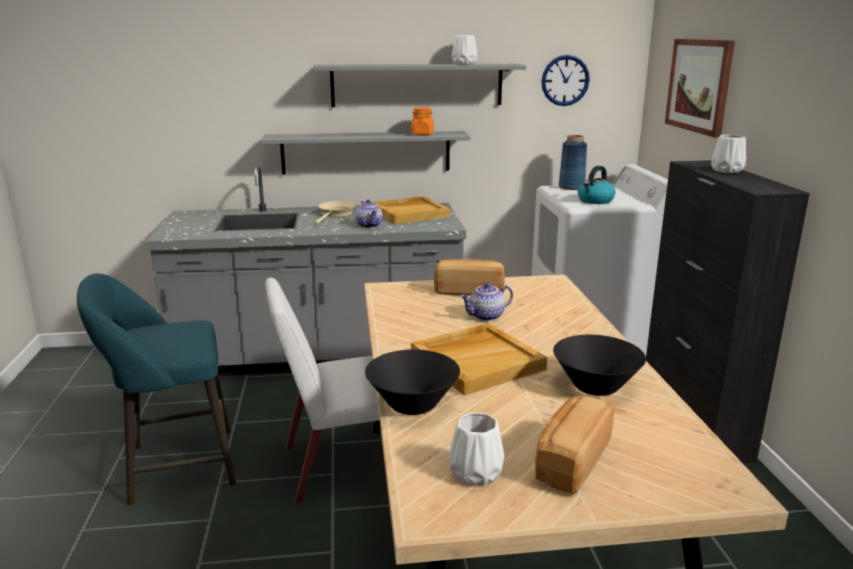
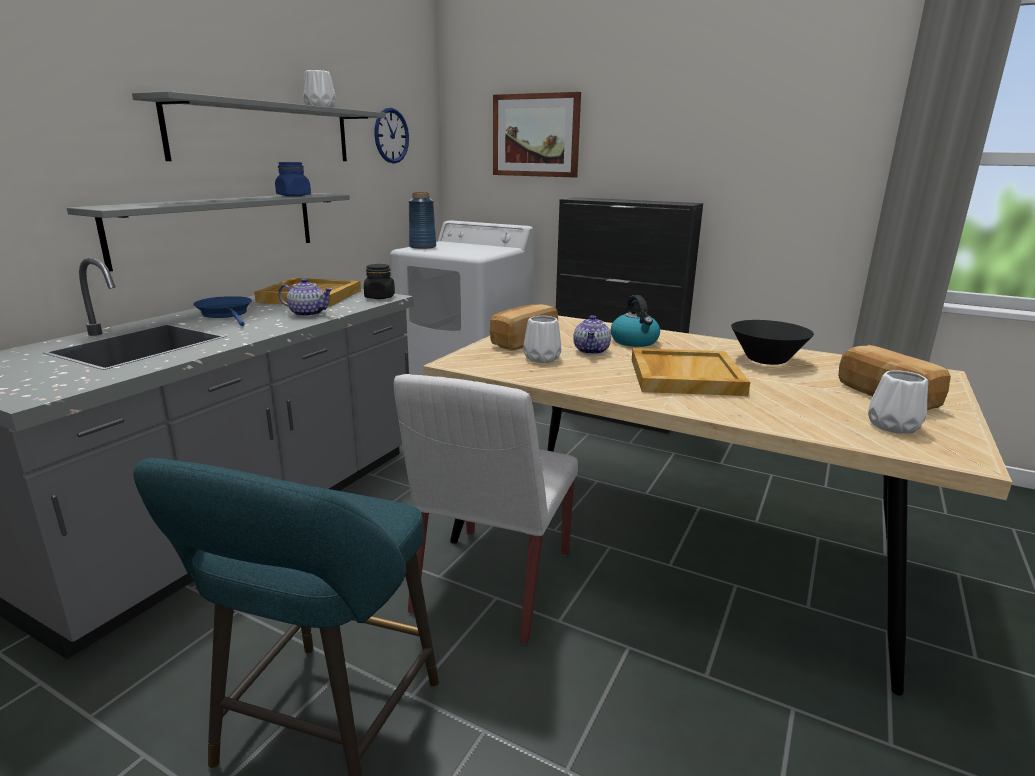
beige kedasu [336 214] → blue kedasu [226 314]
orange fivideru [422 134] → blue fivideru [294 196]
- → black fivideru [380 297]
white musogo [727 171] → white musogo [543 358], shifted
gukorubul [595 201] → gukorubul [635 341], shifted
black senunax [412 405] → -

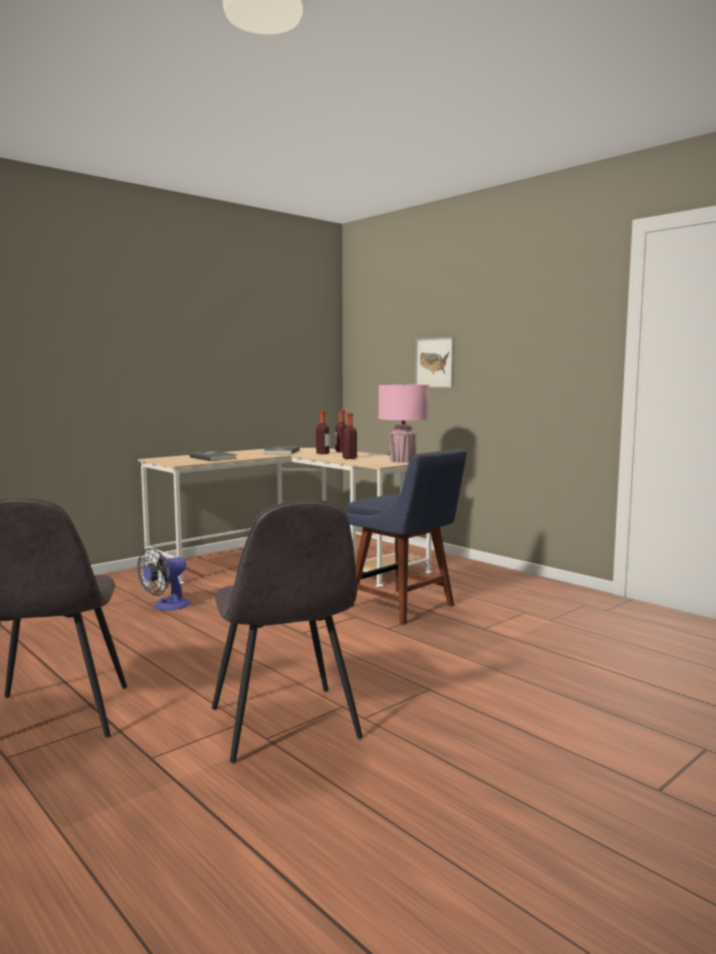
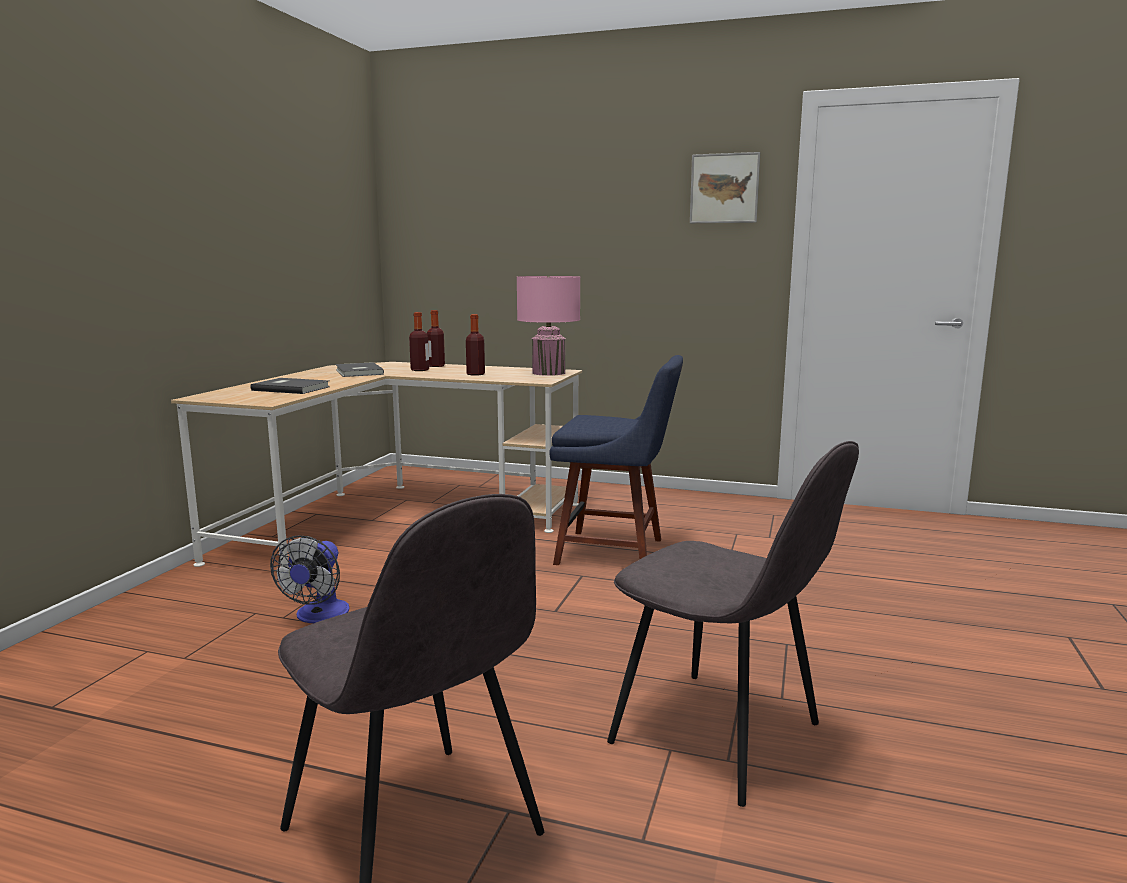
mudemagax [434 363] → mudemagax [724 188], shifted

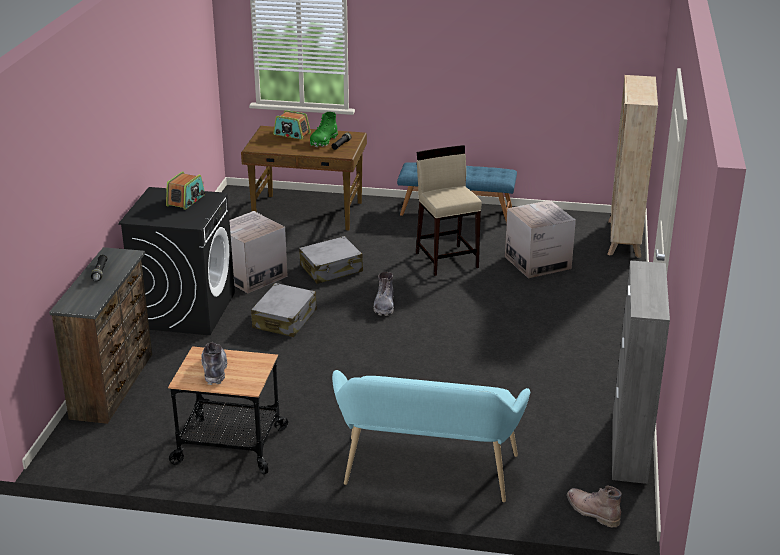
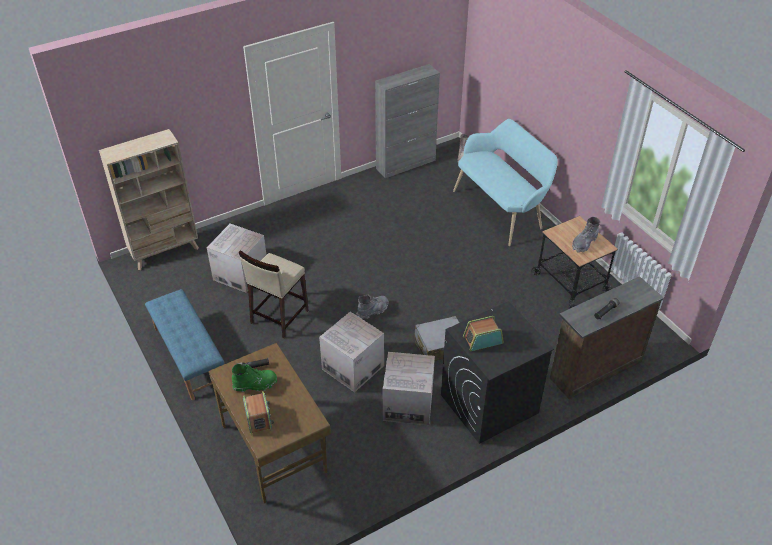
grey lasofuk [331 269] → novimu [353 367]

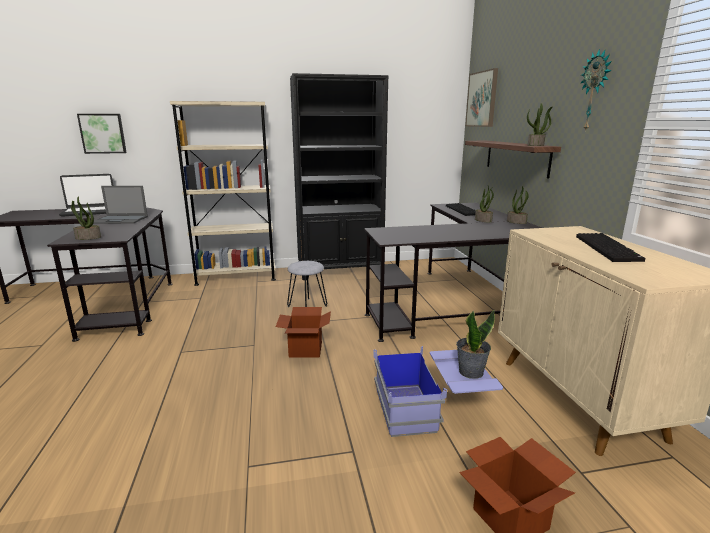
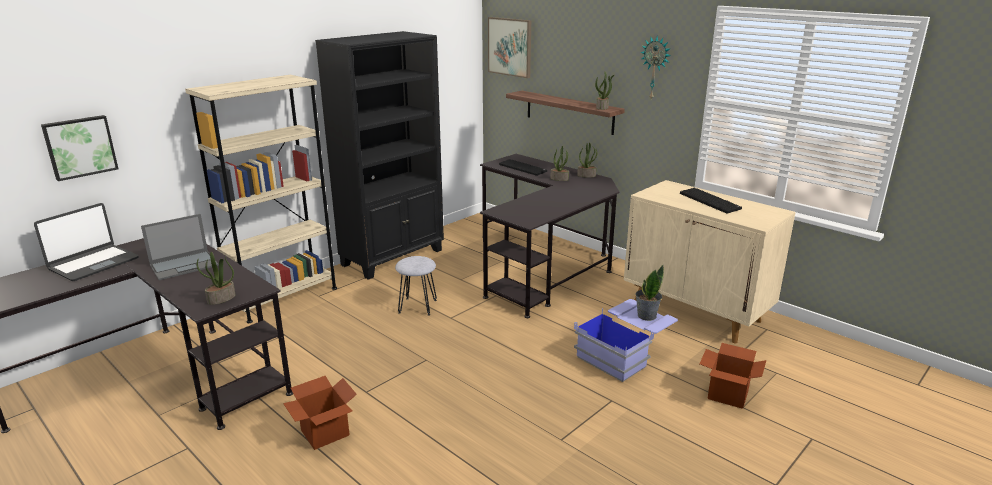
novimu [305 349] → novimu [325 432], shifted

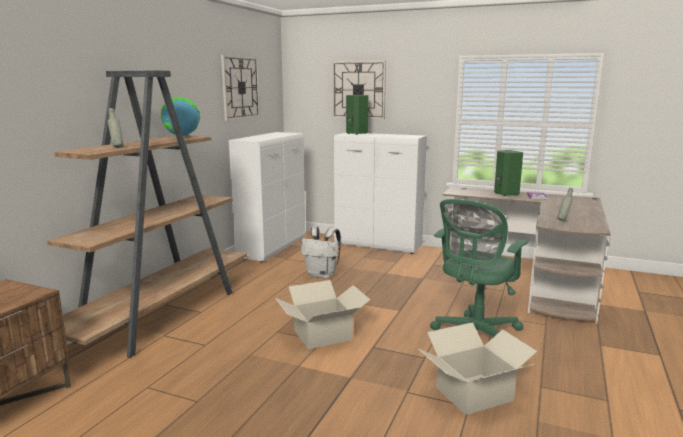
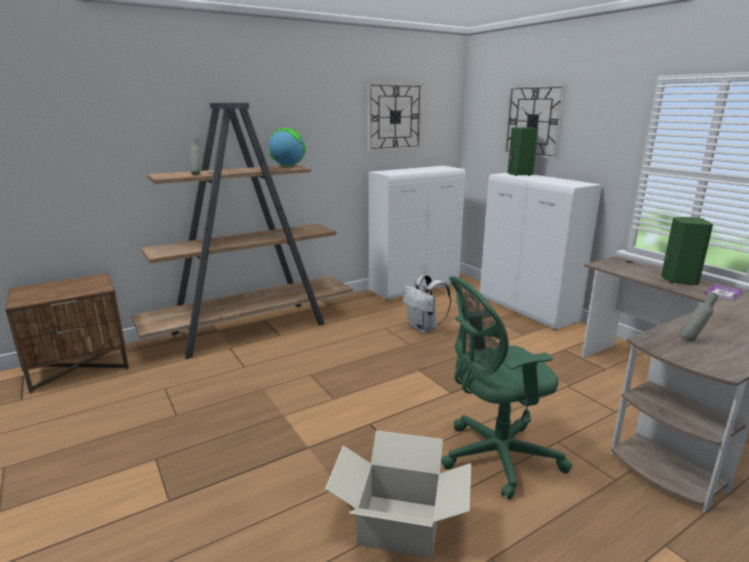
novimu [323 335] → -

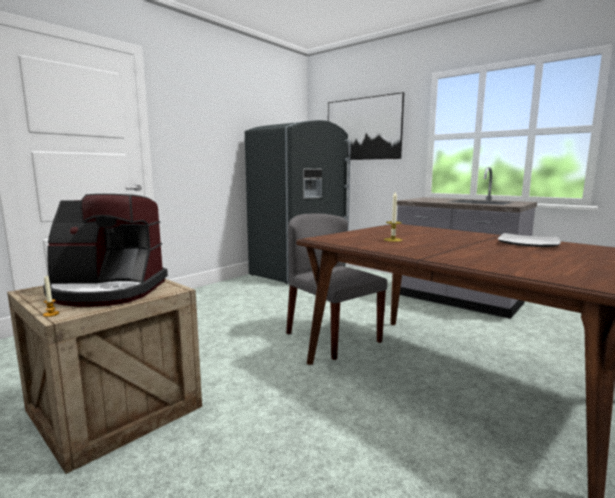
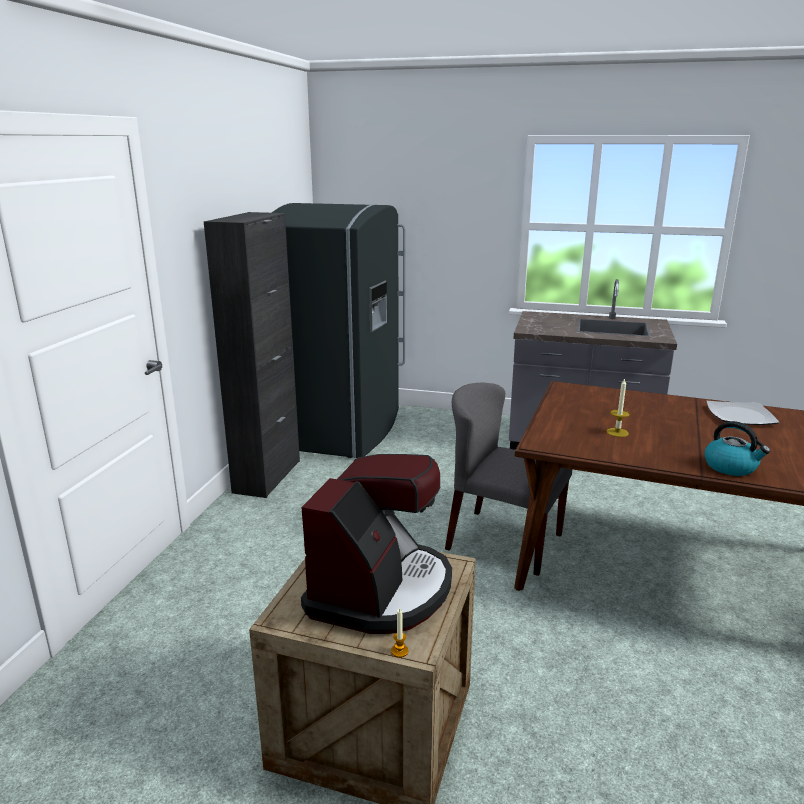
- → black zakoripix [267 476]
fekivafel [107 291] → fekivafel [381 590], 45 degrees counterclockwise
- → gukorubul [731 467]
mudemagax [363 129] → -

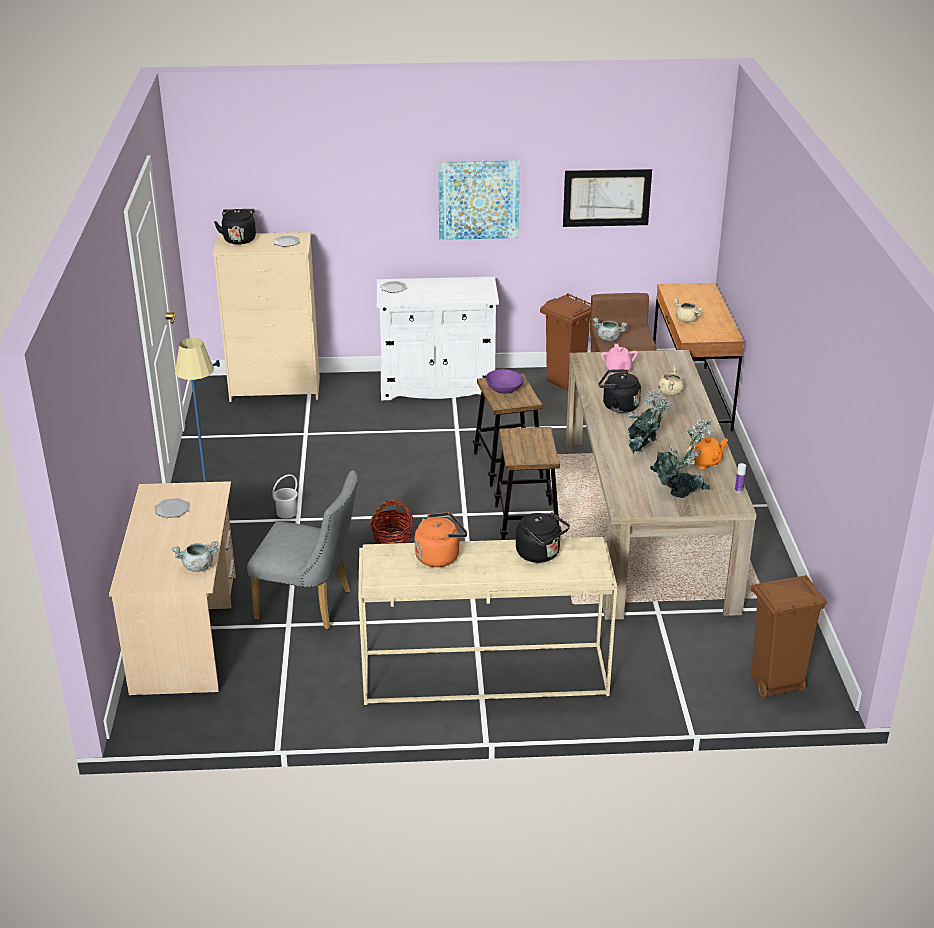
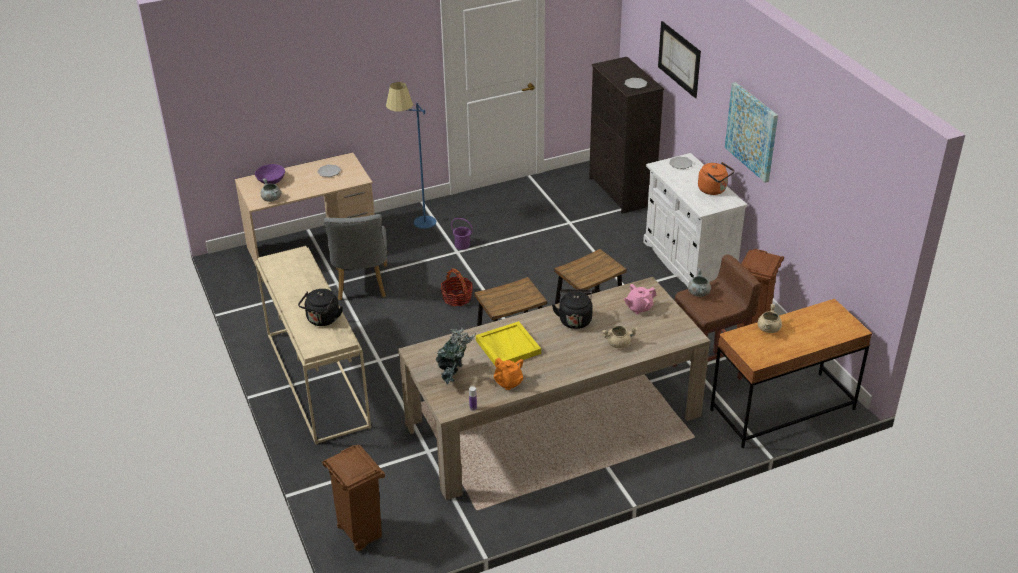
purple senunax [503 390] → purple senunax [271 181], shifted
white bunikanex [286 512] → purple bunikanex [462 245]
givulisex [644 451] → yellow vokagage [507 347]
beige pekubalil [276 390] → black pekubalil [621 192]
mudemagax [606 197] → mudemagax [679 59], shifted
orange gukorubul [440 556] → orange gukorubul [714 190], shifted
black gukorubul [239 239] → -

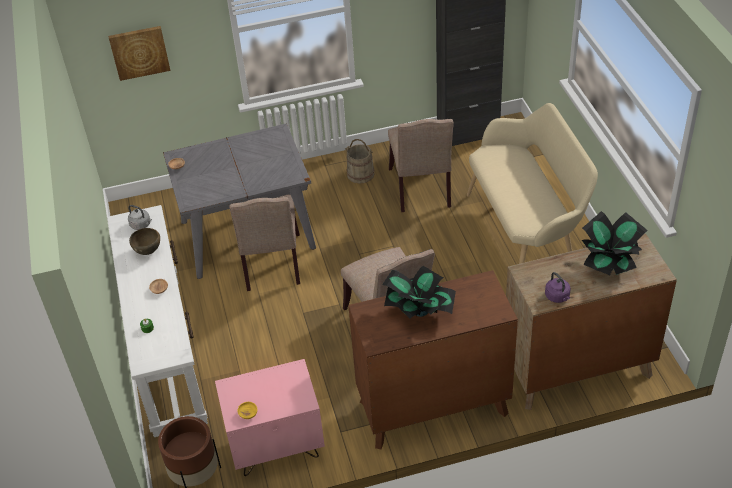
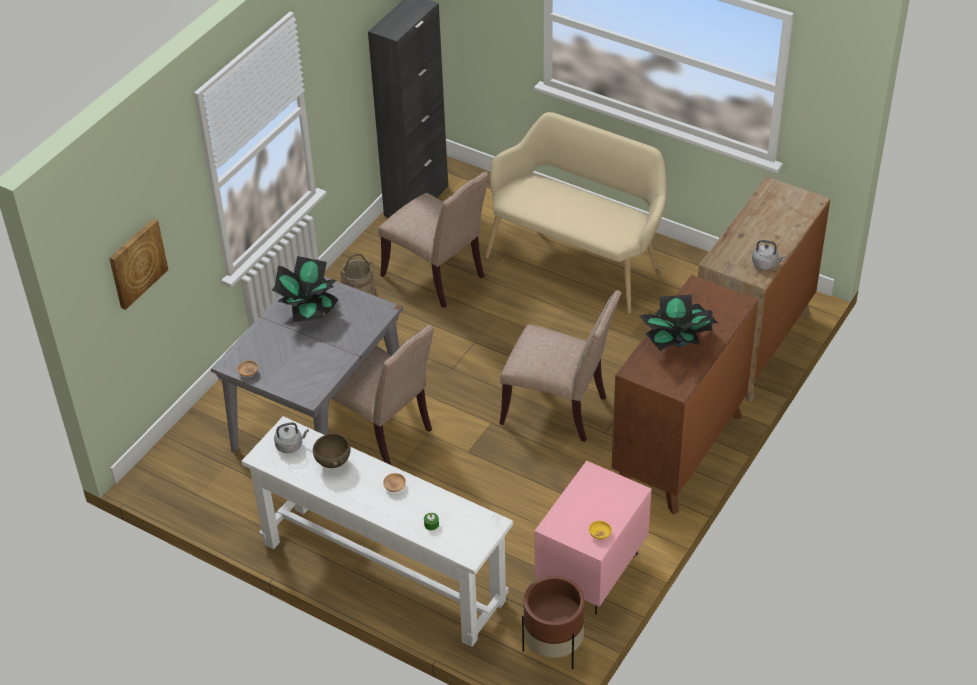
givulisex [610 261] → givulisex [308 309], shifted
purple gukorubul [558 297] → grey gukorubul [766 264]

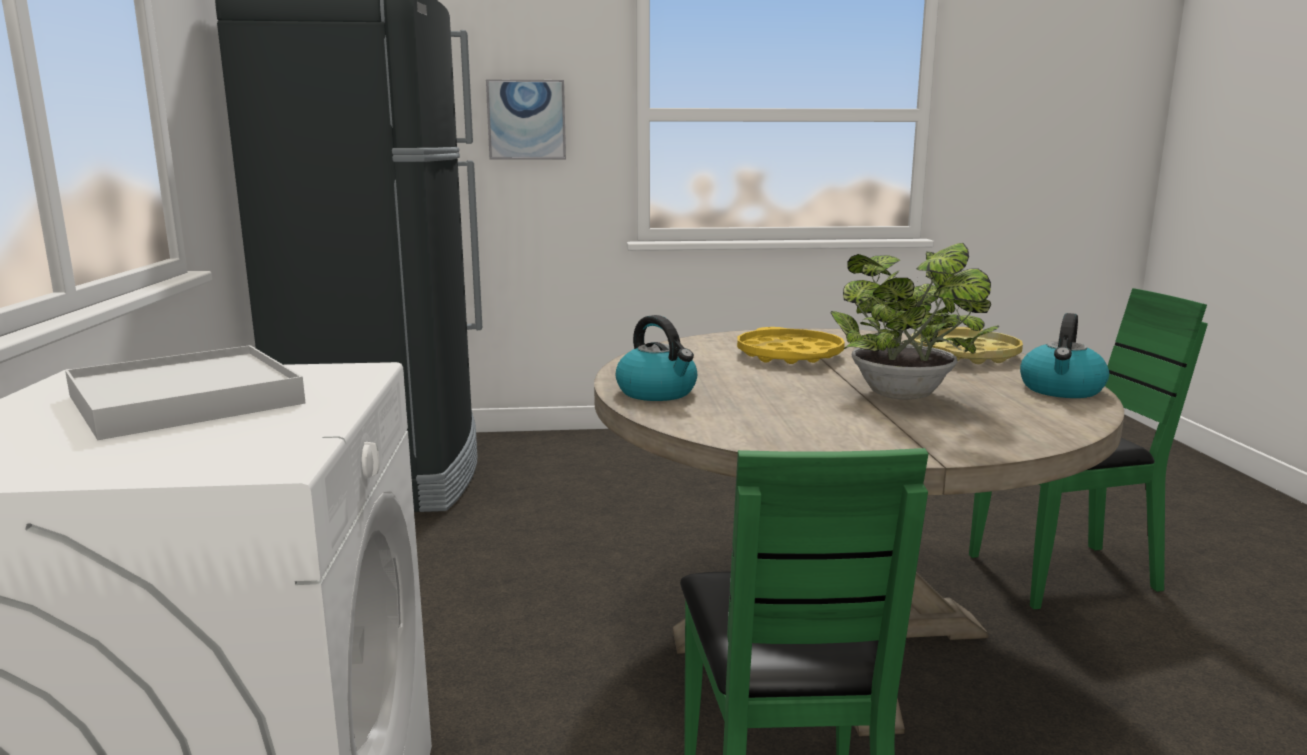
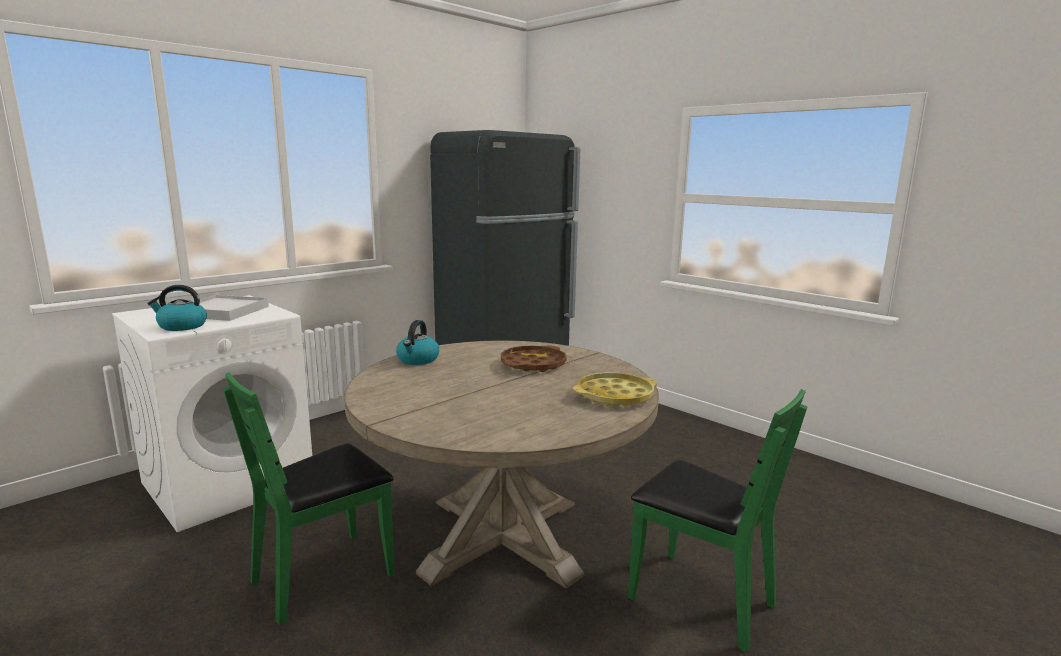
gukorubul [1061 390] → gukorubul [181 326], shifted
yellow vokagage [789 355] → brown vokagage [533 364]
mudemagax [526 120] → -
givulisex [906 396] → -

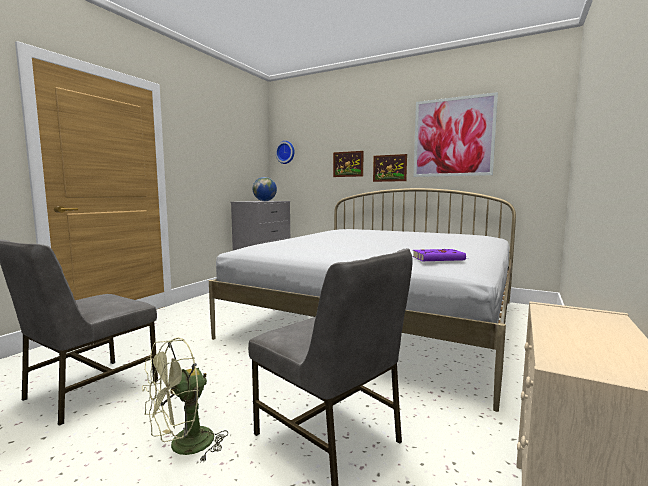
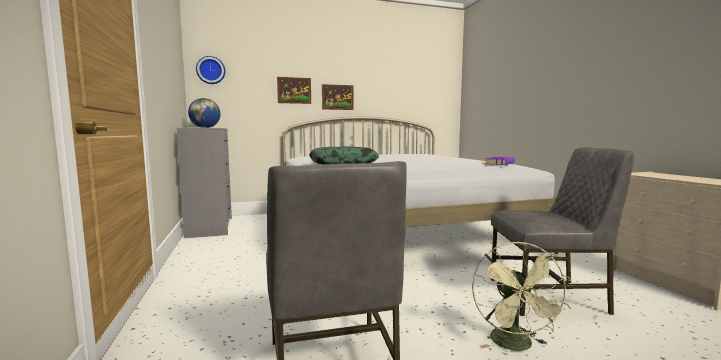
- → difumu [343 163]
mudemagax [453 137] → -

